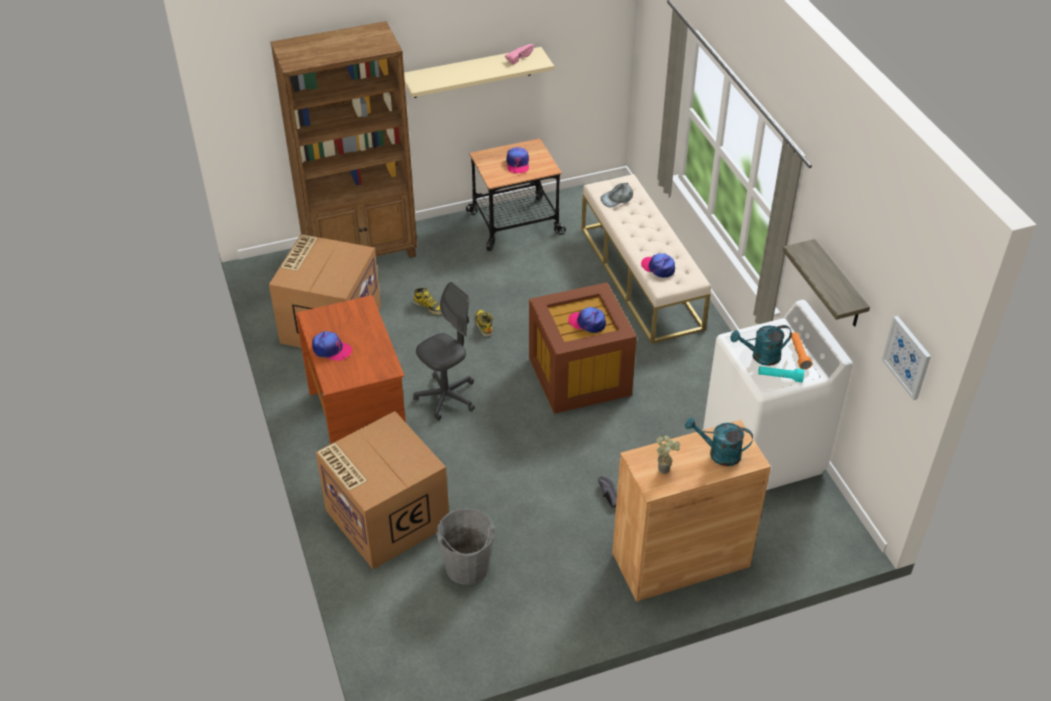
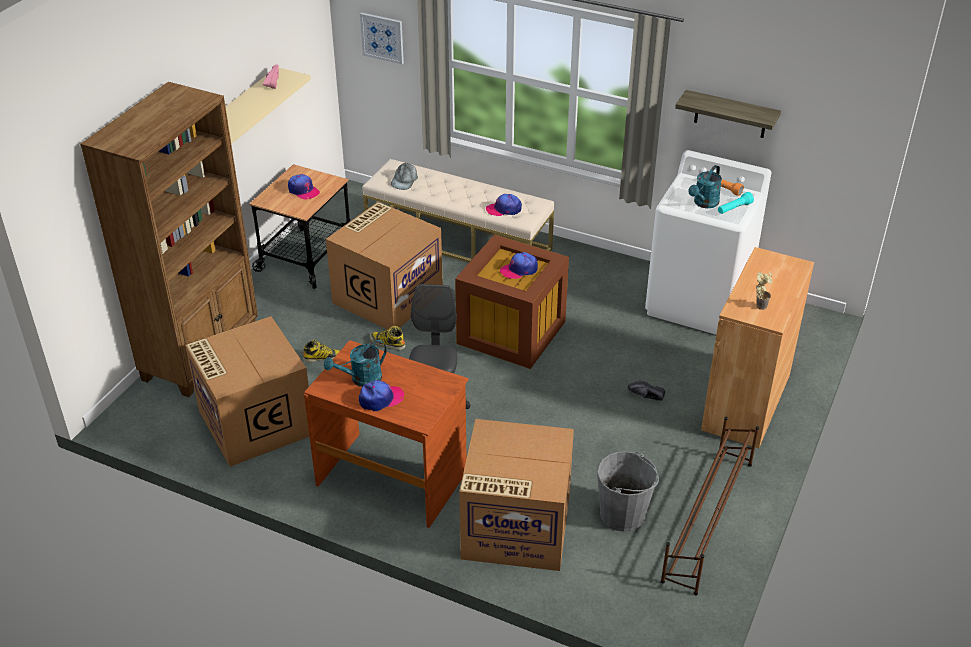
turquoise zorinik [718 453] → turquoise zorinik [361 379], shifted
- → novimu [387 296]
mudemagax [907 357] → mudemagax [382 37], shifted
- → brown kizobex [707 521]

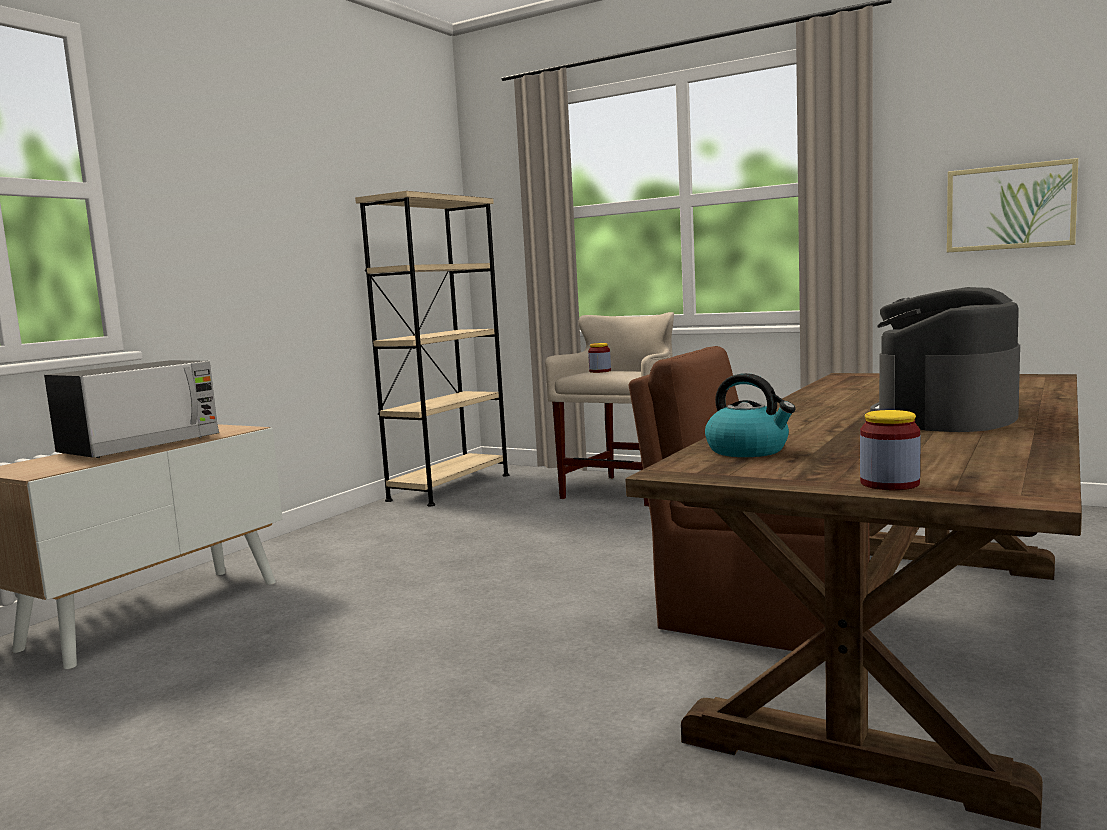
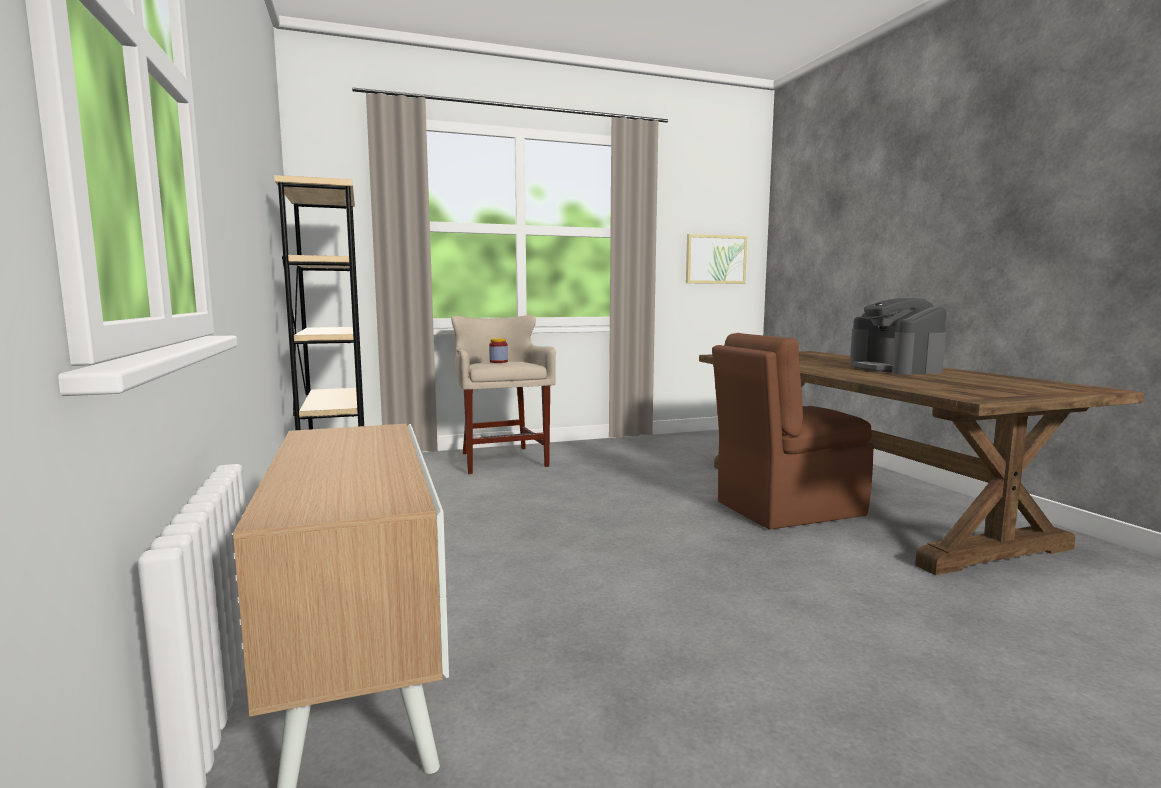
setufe [141 445] → -
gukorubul [748 451] → -
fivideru [889 483] → -

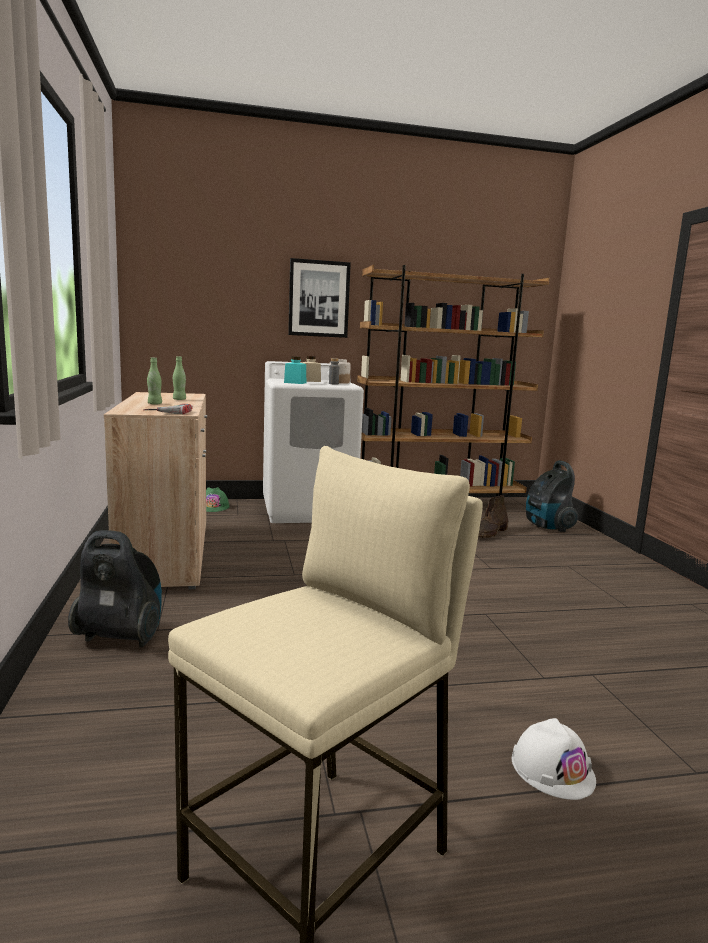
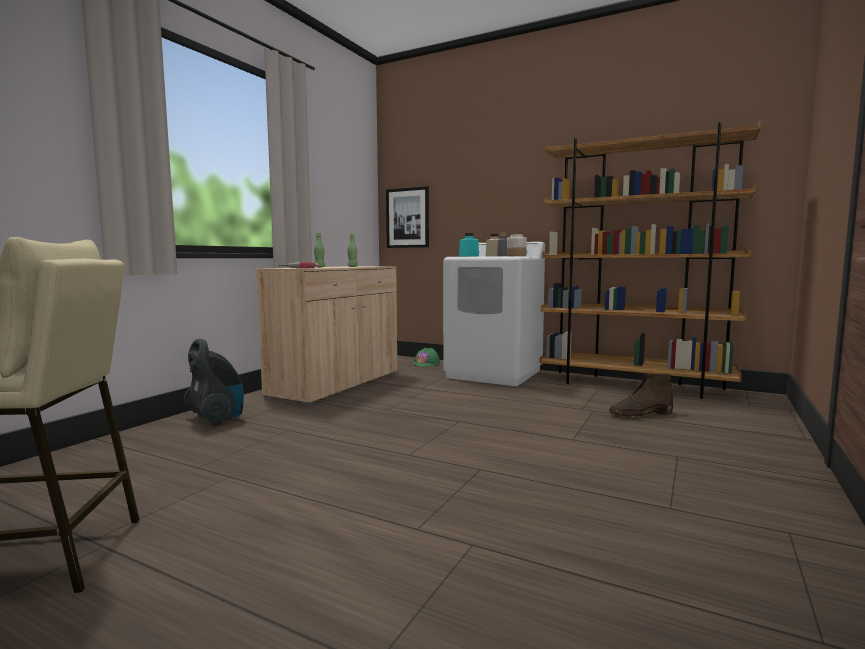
mudemagax [319 298] → mudemagax [407 218], shifted
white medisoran [552 769] → -
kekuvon [547 527] → -

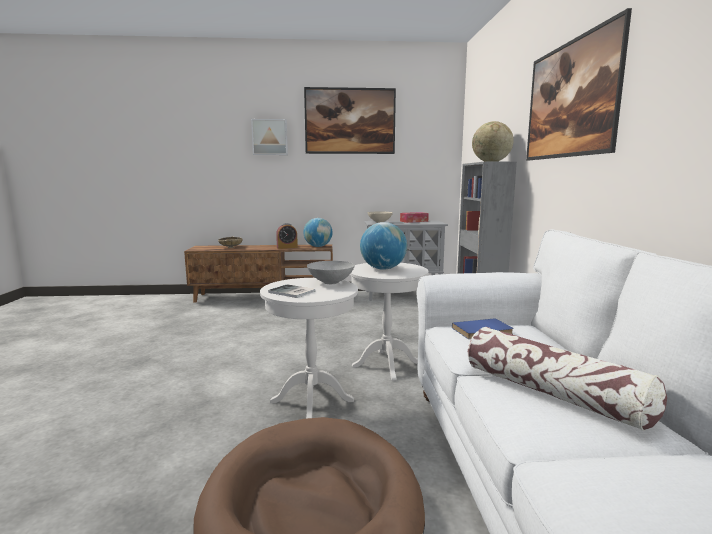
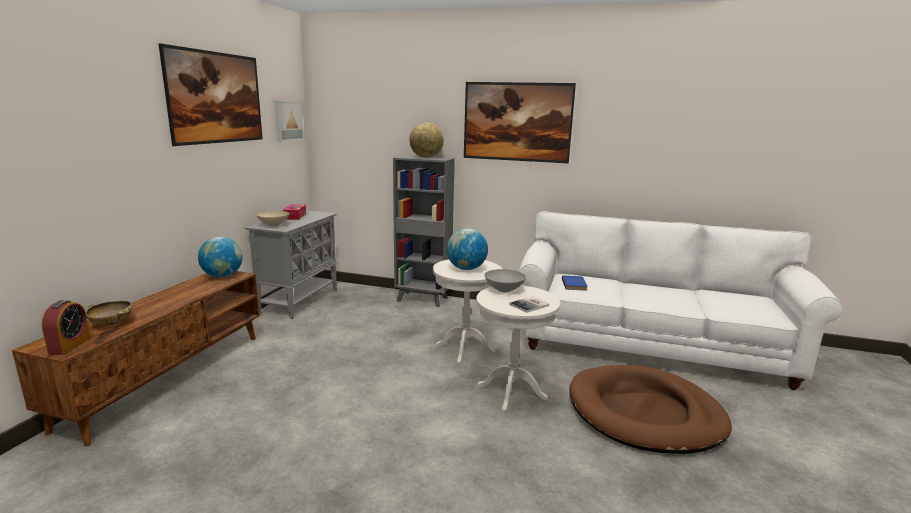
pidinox [287 247] → pidinox [70 345], shifted
mudemagax [270 137] → mudemagax [287 120], shifted
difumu [552 393] → -

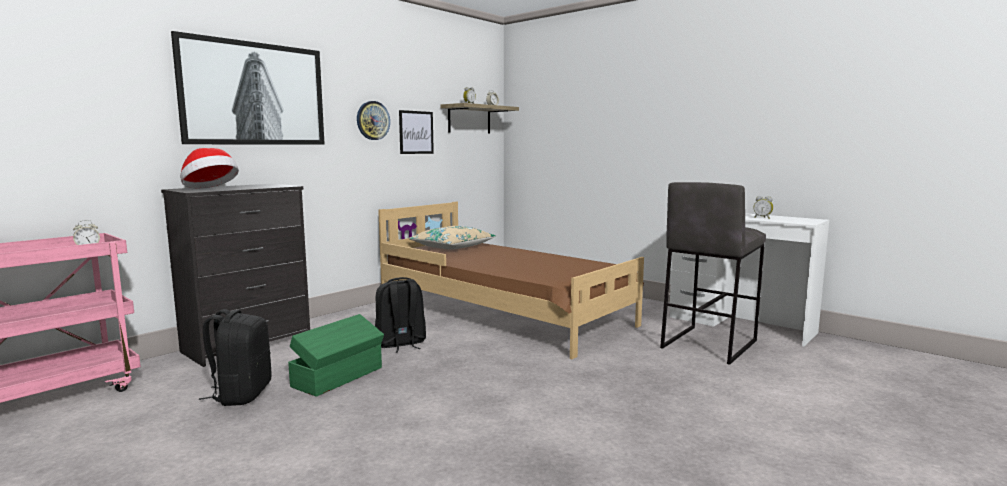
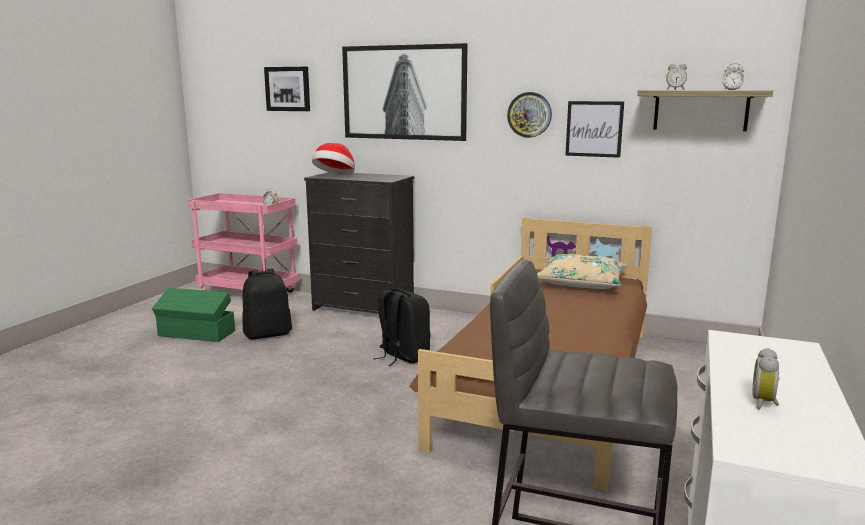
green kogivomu [339 377] → green kogivomu [196 334], shifted
- → mudemagax [288 89]

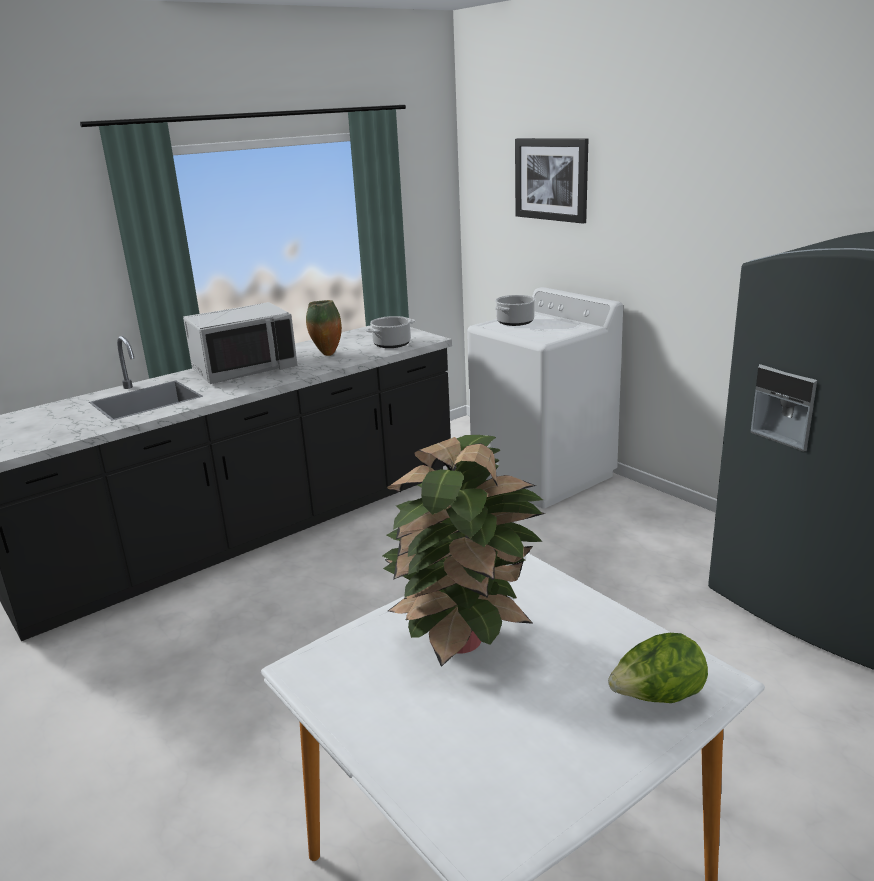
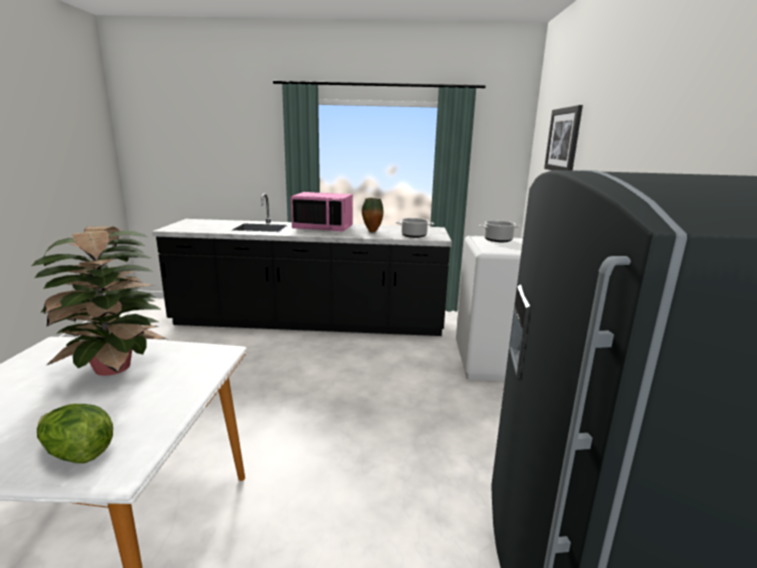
grey setufe [244 369] → pink setufe [323 228]

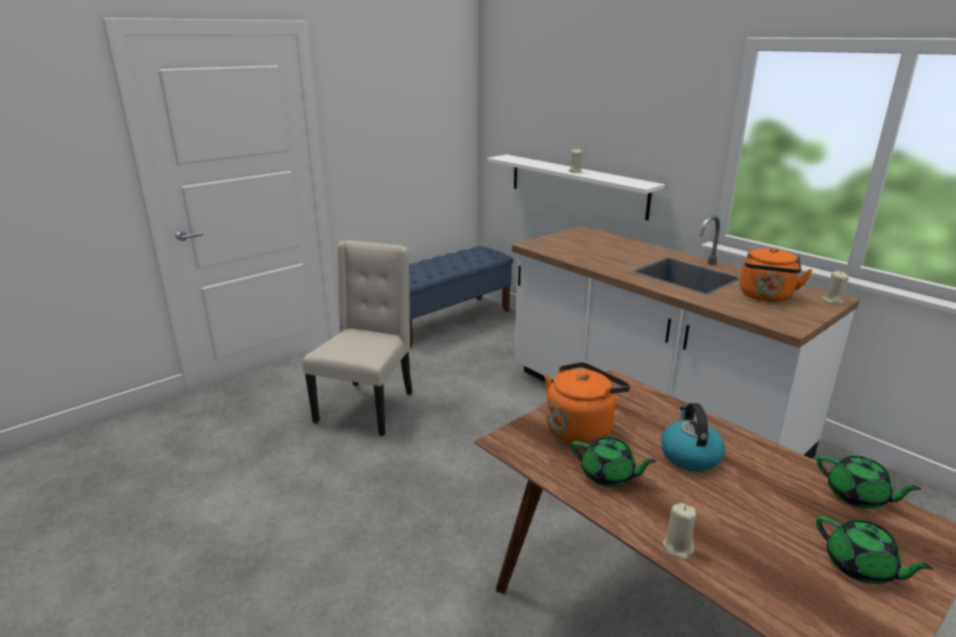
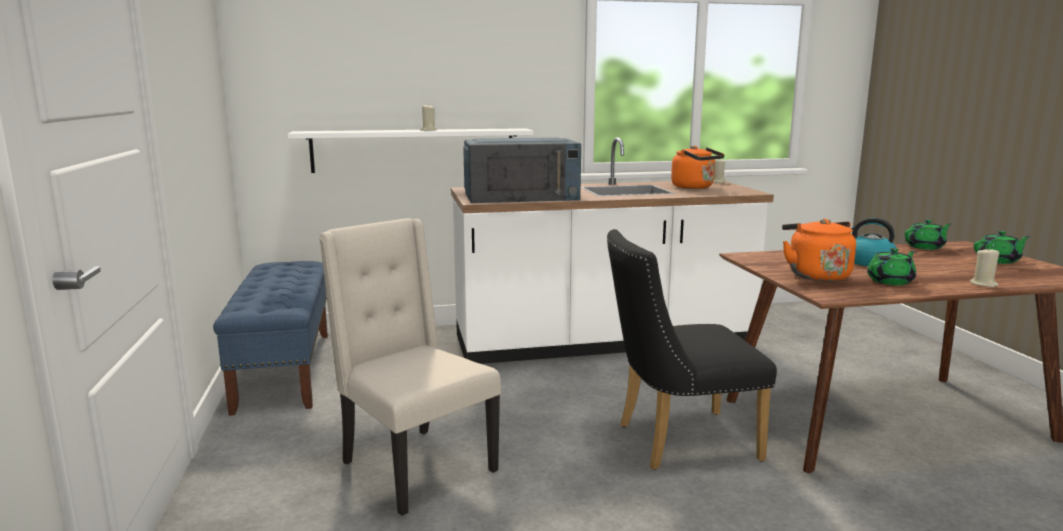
- → blue setufe [522 196]
- → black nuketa [676 441]

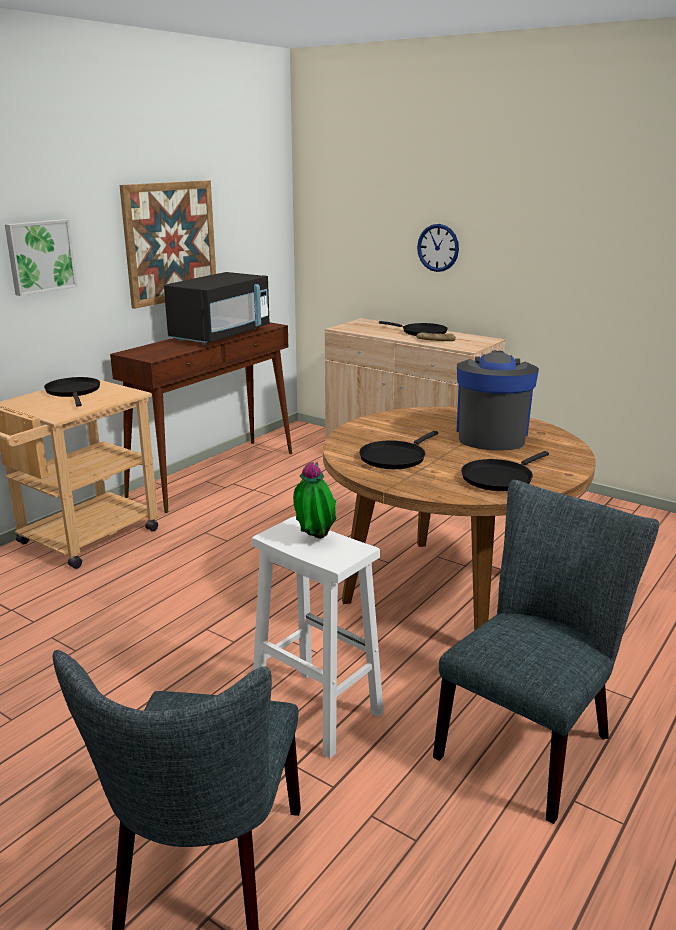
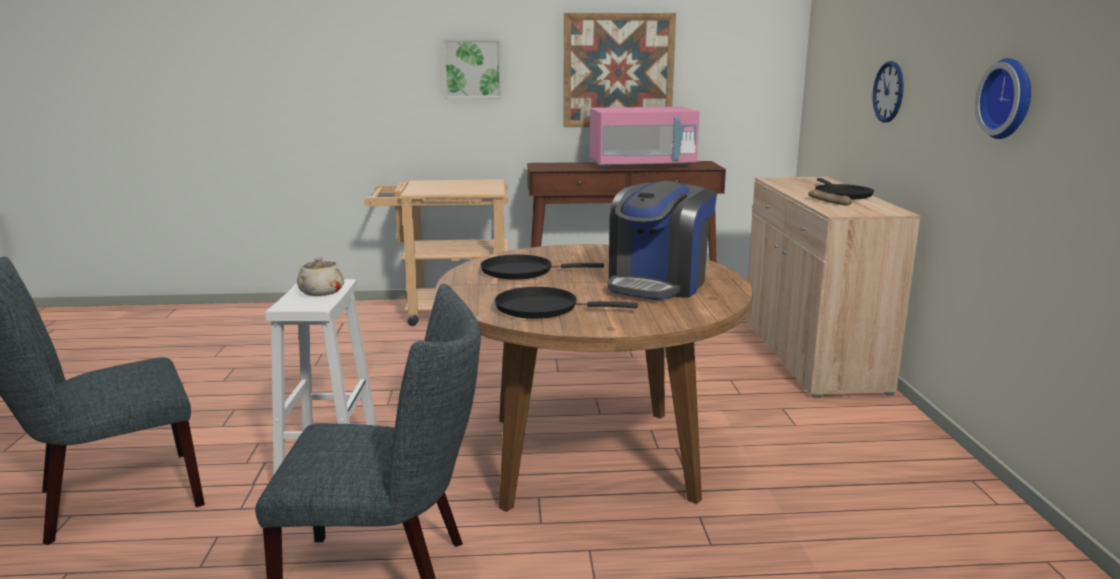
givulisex [314 538] → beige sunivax [320 292]
black setufe [221 335] → pink setufe [642 166]
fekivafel [491 435] → fekivafel [657 284], 150 degrees clockwise
- → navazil [1009 99]
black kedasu [74 392] → -

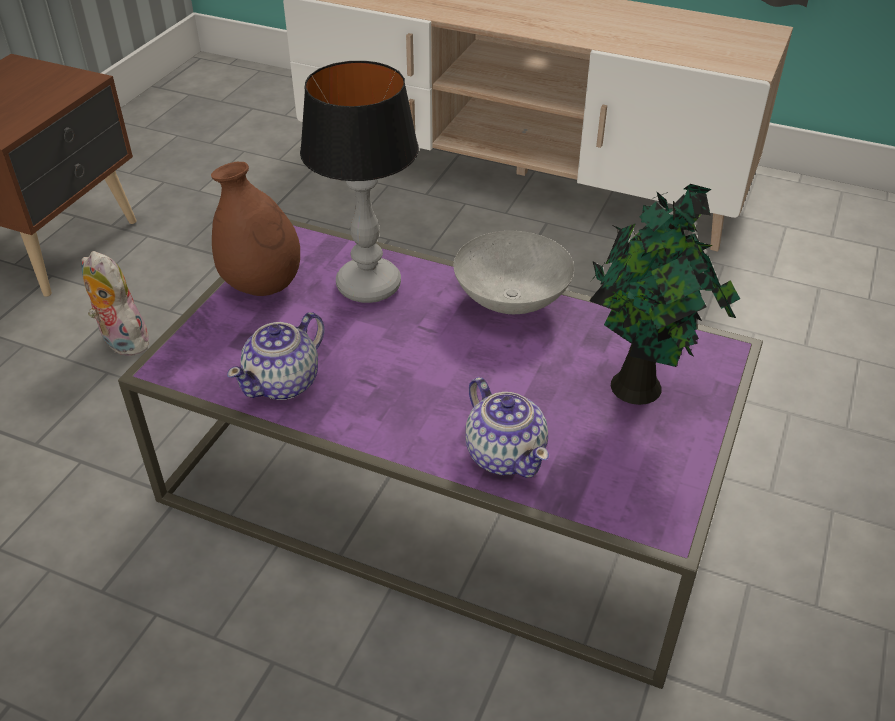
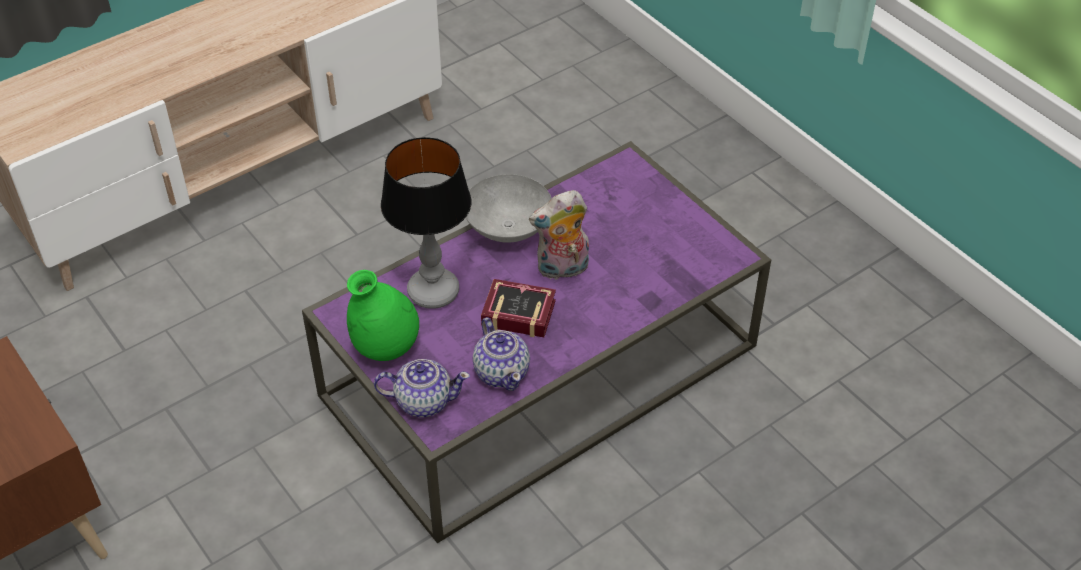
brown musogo [262 286] → green musogo [385 348]
sunivax [505 454] → sunivax [423 401], shifted
- → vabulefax [516 311]
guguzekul [121 342] → guguzekul [562 269], shifted
givulisex [640 389] → -

